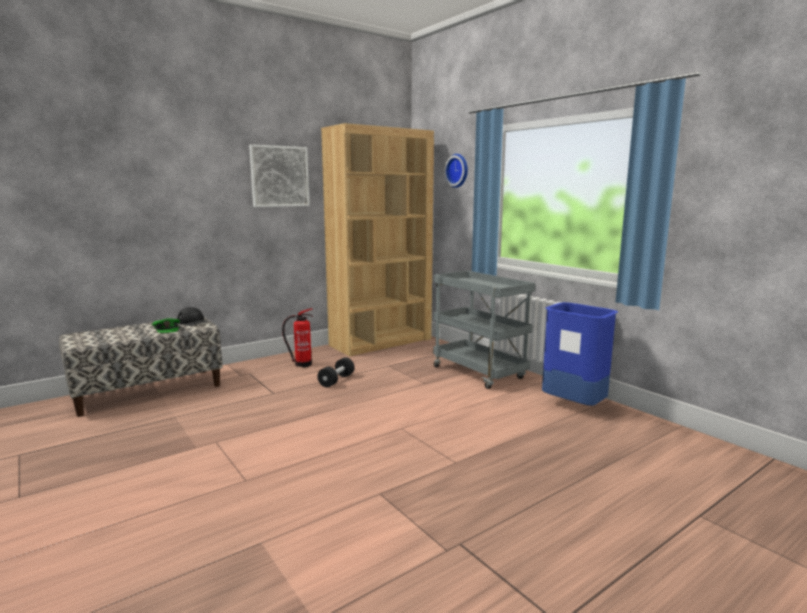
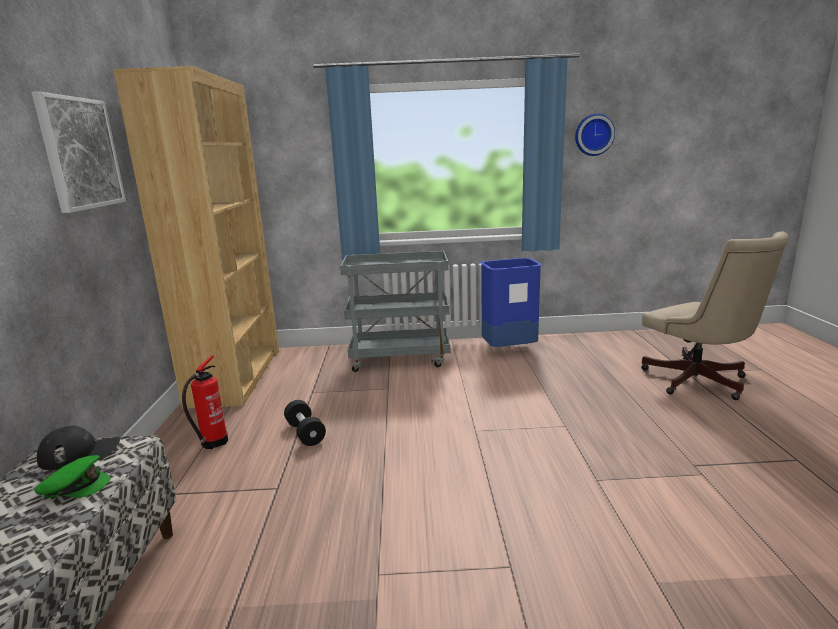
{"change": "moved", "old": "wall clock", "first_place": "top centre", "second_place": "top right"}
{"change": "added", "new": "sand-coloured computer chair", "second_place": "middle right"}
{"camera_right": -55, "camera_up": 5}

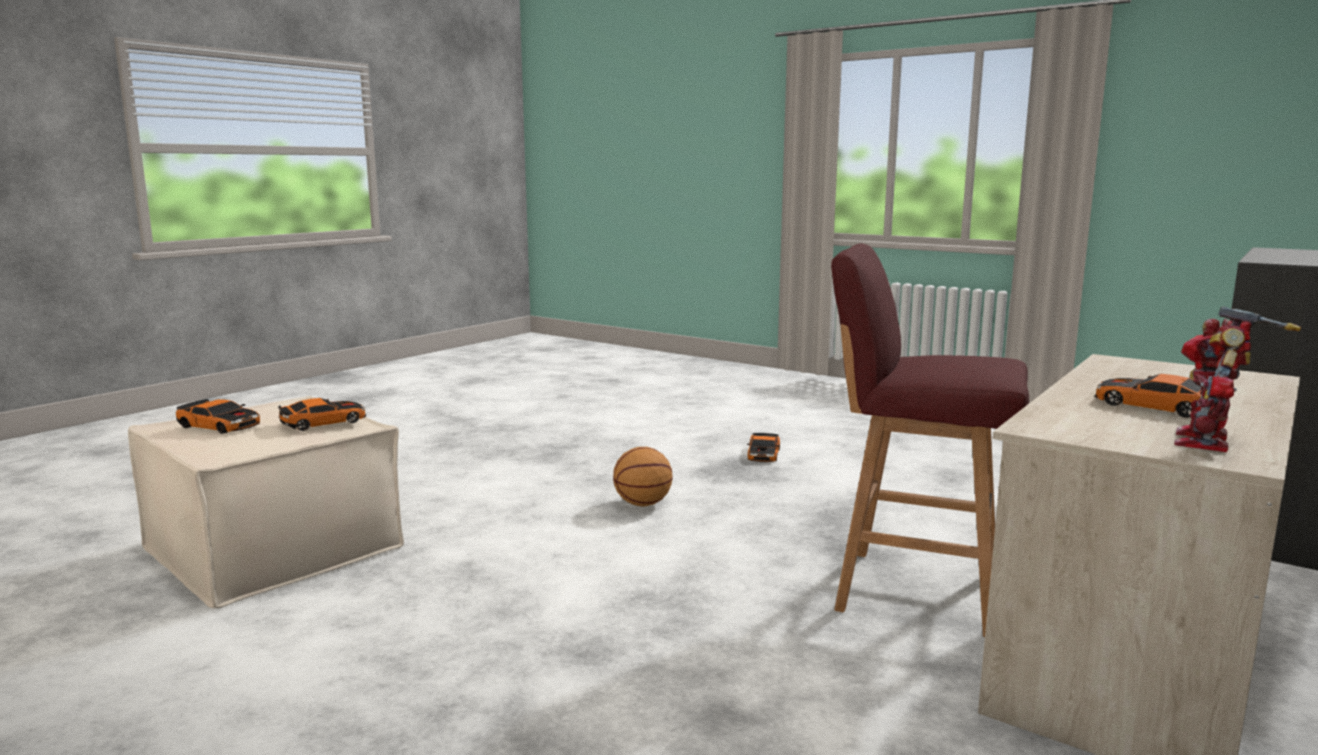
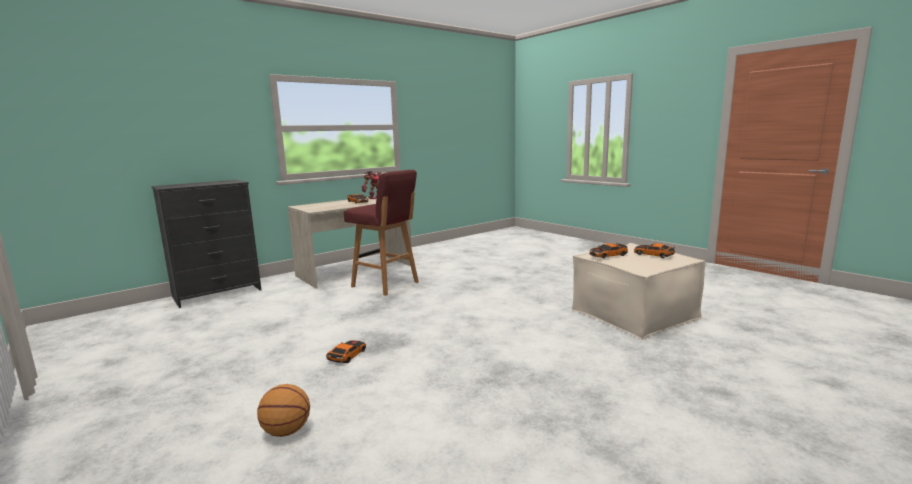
{"change": "moved", "old": "basketball", "first_place": "centre", "second_place": "bottom left"}
{"camera_right": -165, "camera_up": 0}

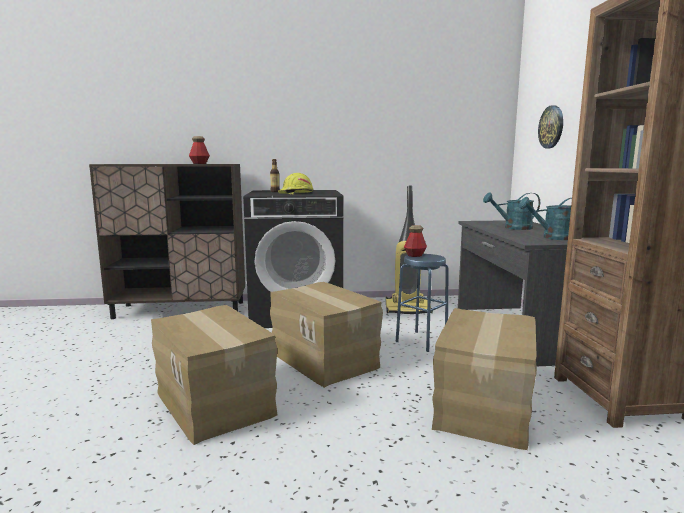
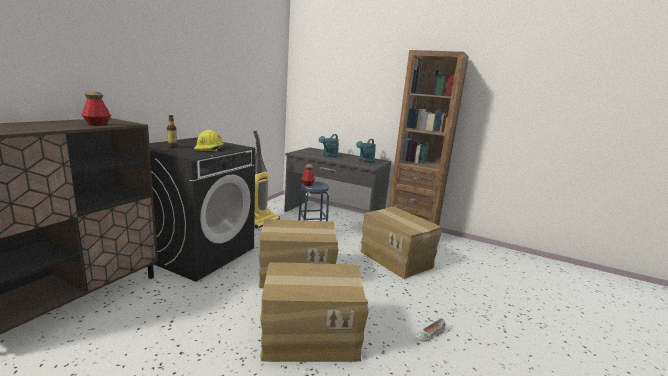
{"change": "removed", "old": "wall clock", "first_place": "top right"}
{"change": "added", "new": "white-coloured low shoe", "second_place": "bottom centre"}
{"camera_right": -60, "camera_up": 5}

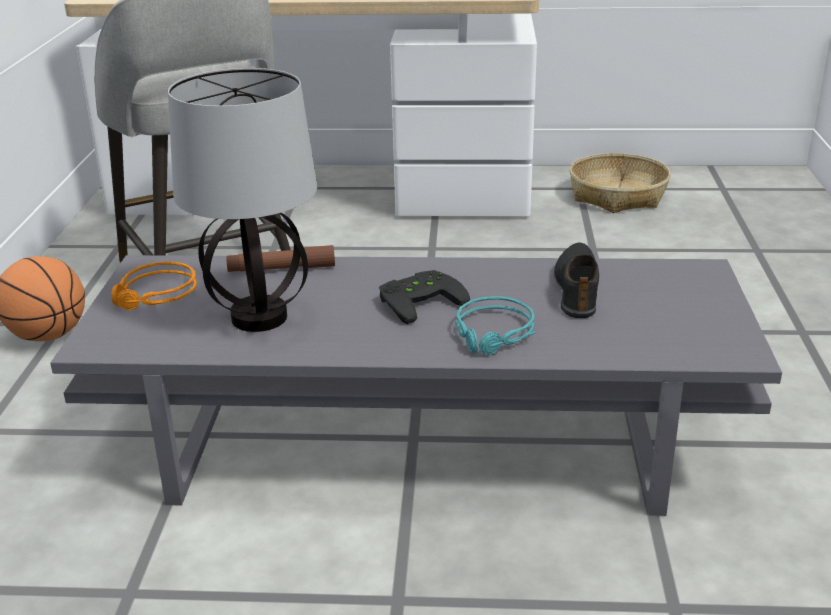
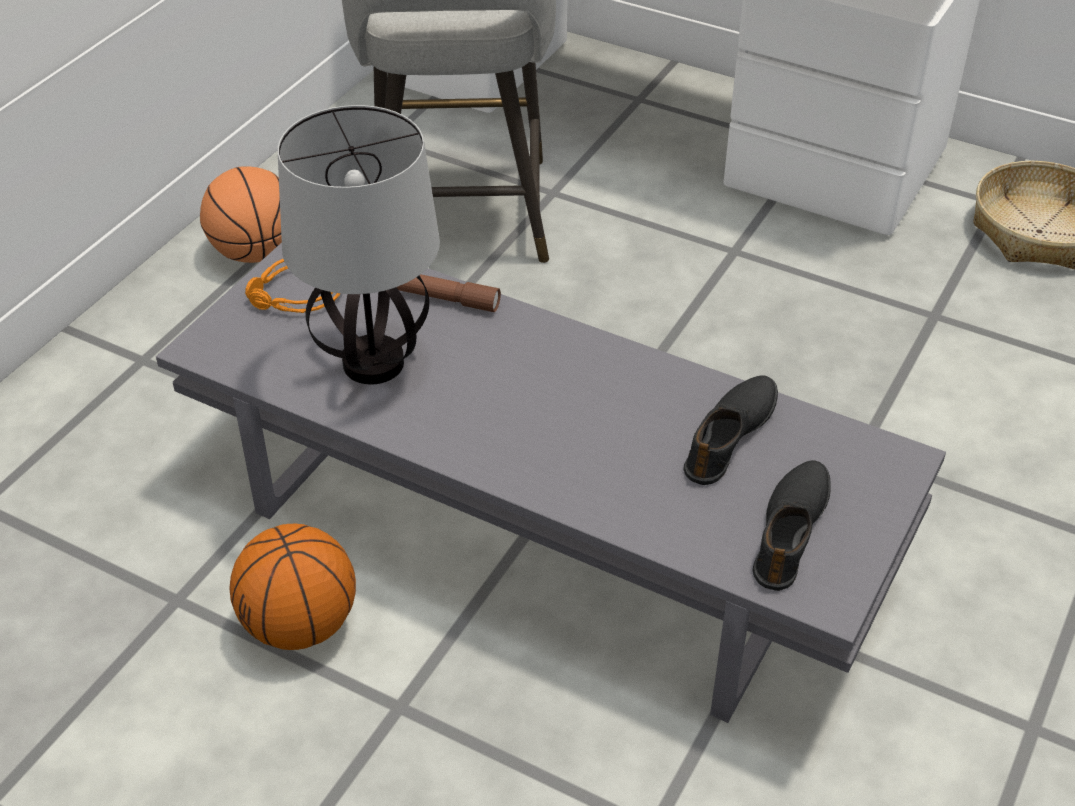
{"change": "removed", "old": "black joypad", "first_place": "centre"}
{"change": "removed", "old": "turquoise pair of headphones", "first_place": "centre"}
{"change": "added", "new": "basketball (2nd from left)", "second_place": "bottom left"}
{"change": "added", "new": "black low shoe (2nd from left)", "second_place": "middle right"}
{"camera_right": 25, "camera_up": 15}

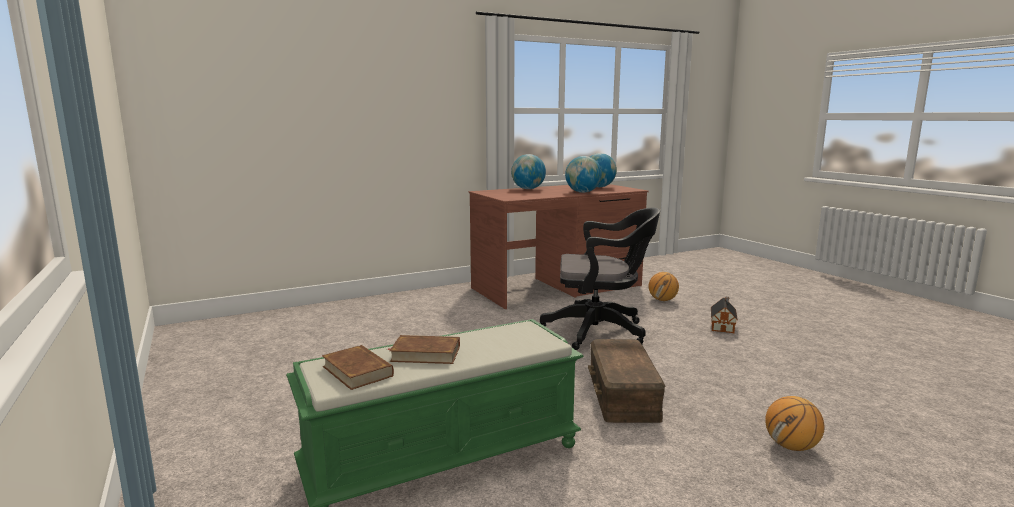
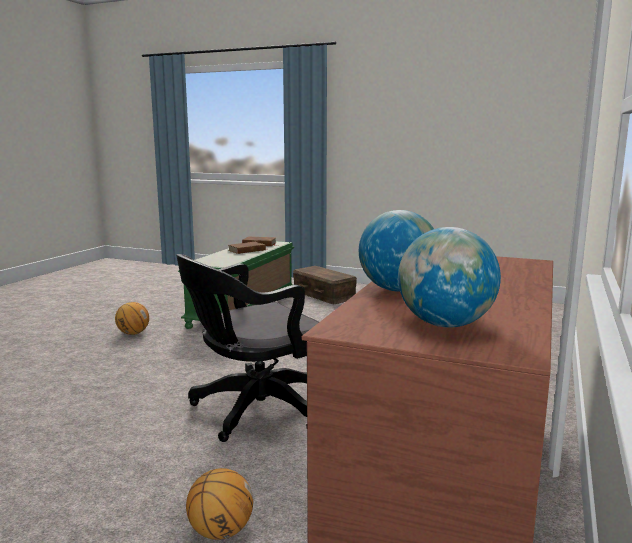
{"change": "removed", "old": "desk globe (1st from left)", "first_place": "centre"}
{"change": "moved", "old": "brown-coloured storage container", "first_place": "bottom centre", "second_place": "centre"}
{"change": "removed", "old": "miniature house", "first_place": "middle right"}
{"change": "moved", "old": "basketball (2nd from left in the first image)", "new": "basketball (1st from left)", "first_place": "bottom right", "second_place": "middle left"}
{"camera_right": 140, "camera_up": 0}

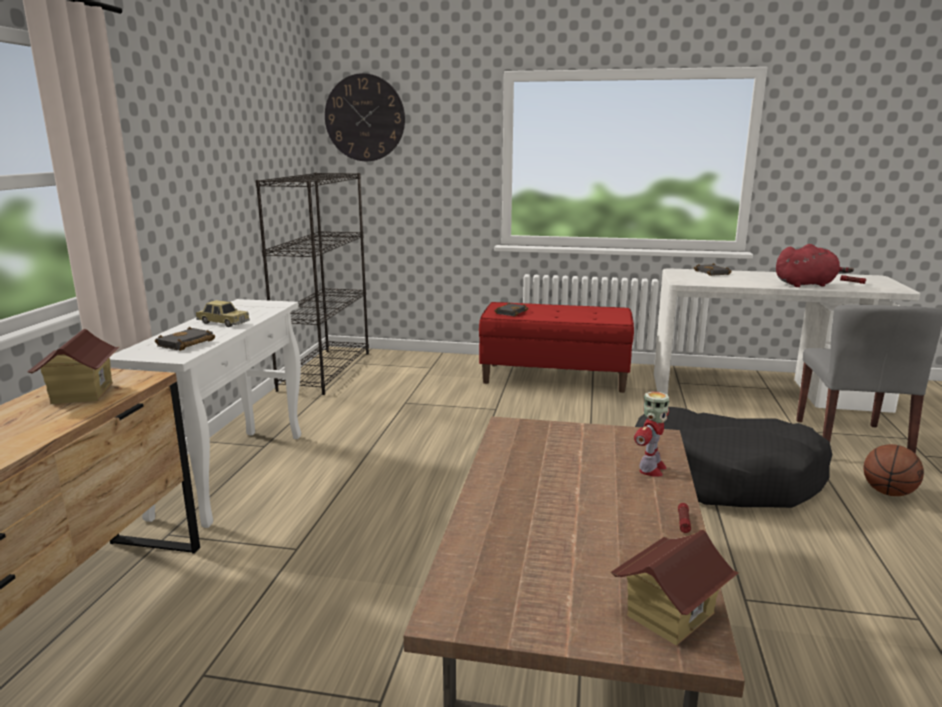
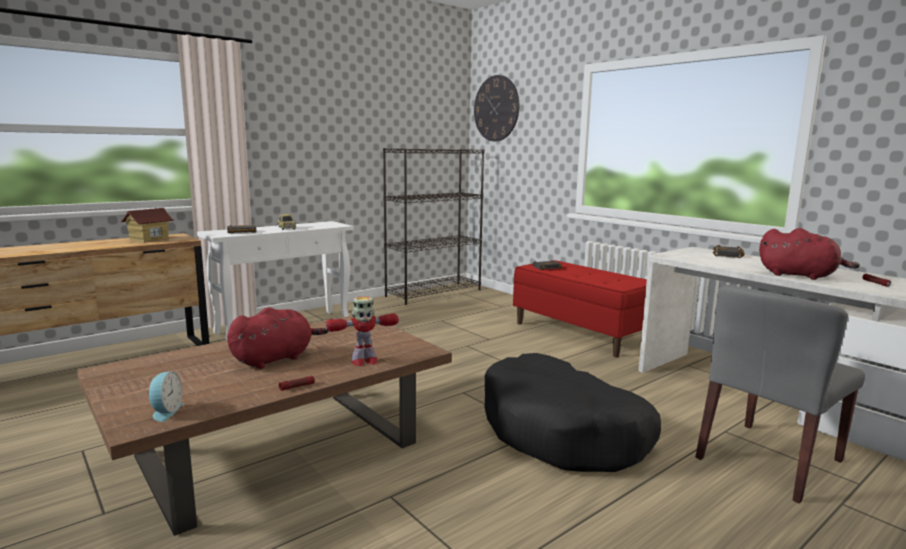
{"change": "replaced", "old": "miniature house (2nd from left)", "new": "bedside clock", "first_place": "bottom right", "second_place": "bottom left"}
{"change": "removed", "old": "basketball", "first_place": "middle right"}
{"change": "added", "new": "red-coloured soft toy (1st from left)", "second_place": "middle left"}
{"camera_right": 40, "camera_up": -5}

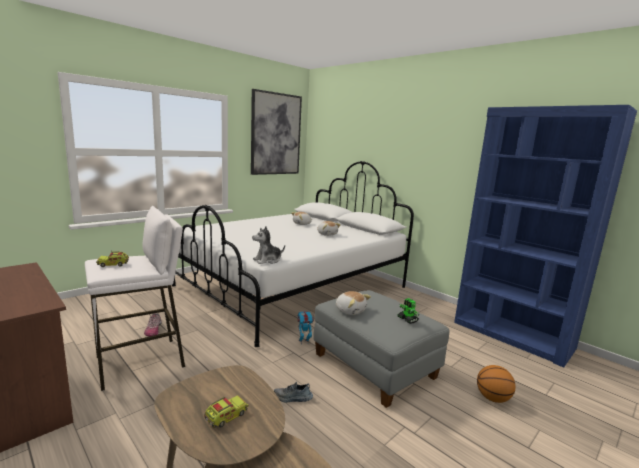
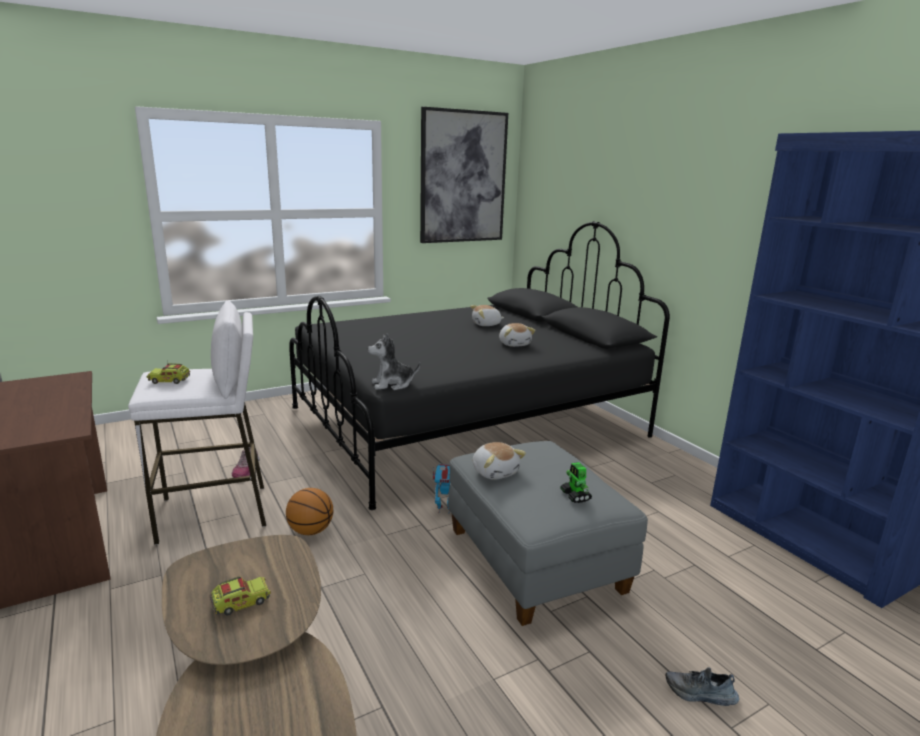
{"change": "recoloured", "old": "white-coloured sleeping bed", "new": "black sleeping bed", "first_place": "centre", "second_place": "centre"}
{"change": "moved", "old": "low shoe (2nd from left)", "first_place": "bottom centre", "second_place": "bottom right"}
{"change": "moved", "old": "basketball", "first_place": "bottom right", "second_place": "bottom centre"}
{"camera_right": 15, "camera_up": 5}

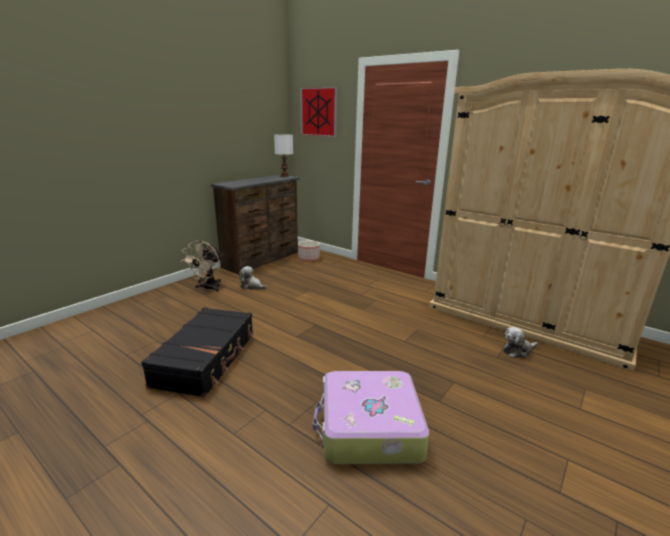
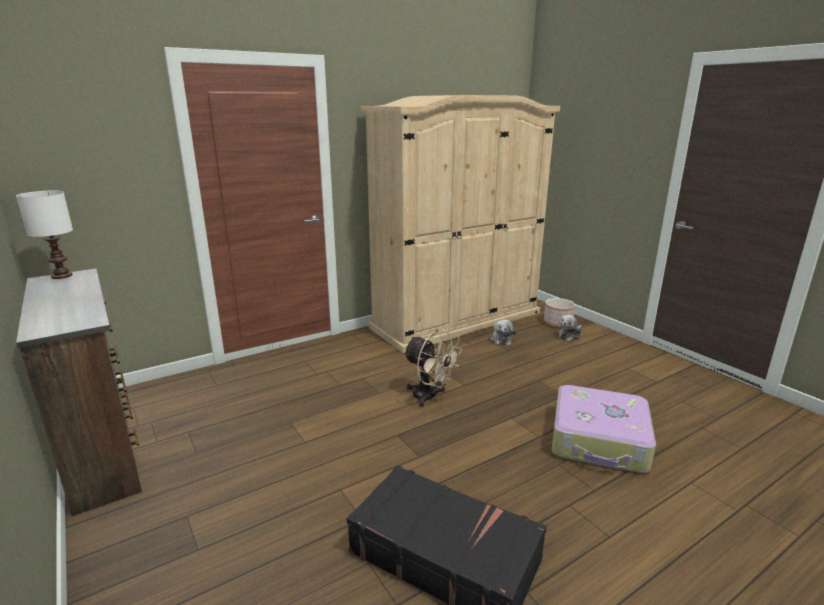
{"change": "moved", "old": "sand-coloured fan", "first_place": "middle left", "second_place": "centre"}
{"change": "moved", "old": "soft toy (1st from left in the first image)", "new": "soft toy (2nd from left)", "first_place": "centre", "second_place": "middle right"}
{"change": "moved", "old": "plant pot", "first_place": "centre", "second_place": "middle right"}
{"change": "removed", "old": "wall art", "first_place": "top centre"}
{"camera_right": -70, "camera_up": 0}

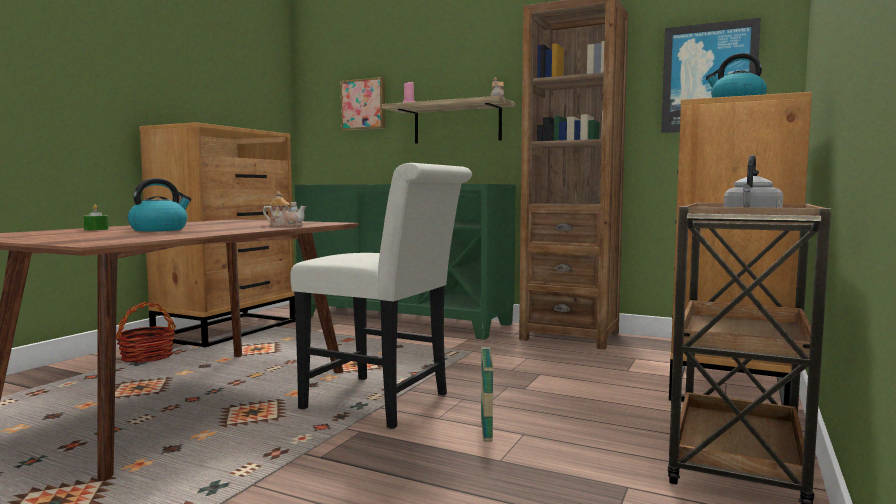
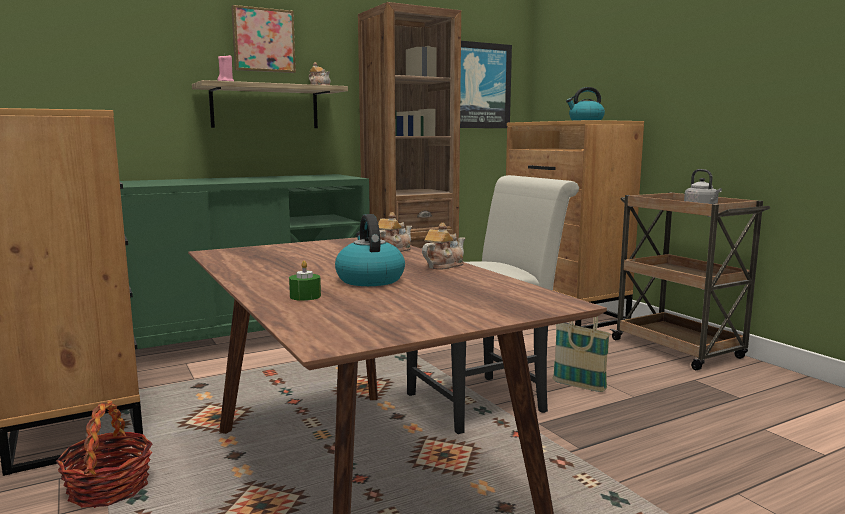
{"change": "moved", "old": "wall art (1st from left)", "first_place": "top centre", "second_place": "top left"}
{"change": "added", "new": "pot for tea (3rd from left)", "second_place": "centre"}
{"camera_right": -55, "camera_up": 5}

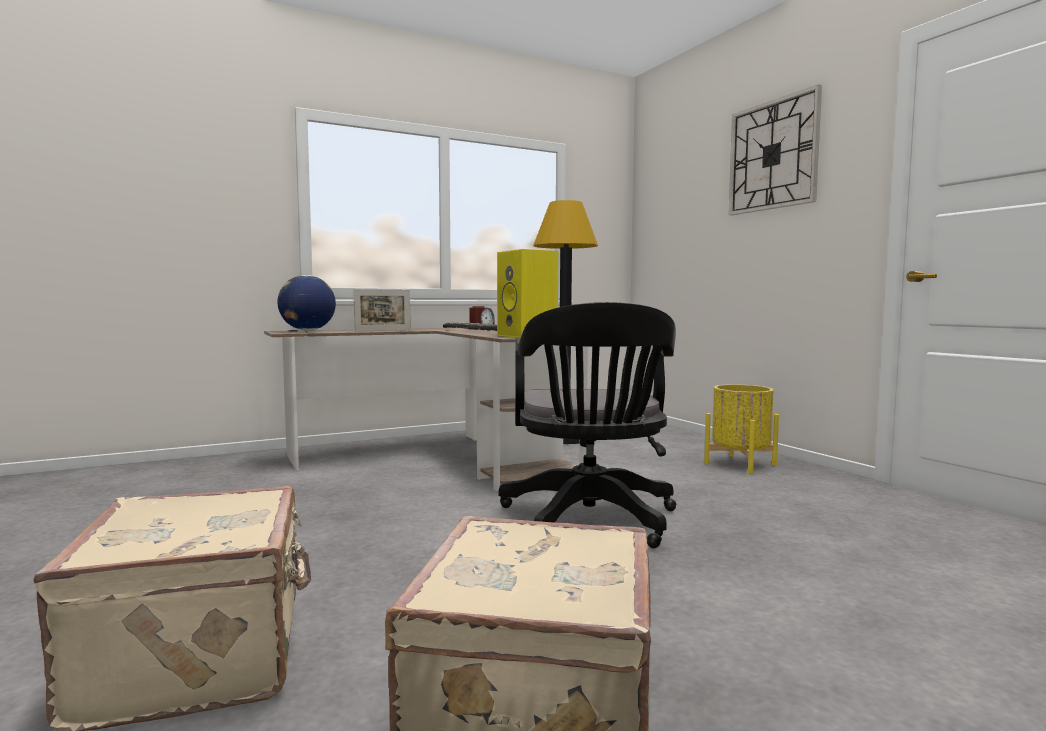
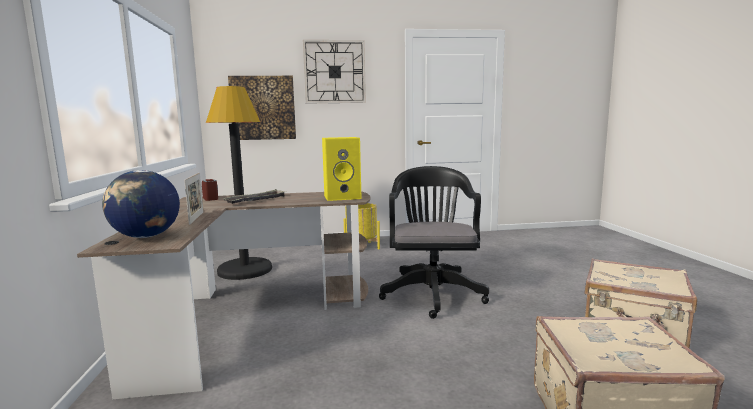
{"change": "turned", "old": "black computer chair", "first_place": "centre", "second_place": "centre", "degrees": -105}
{"change": "added", "new": "wall art", "second_place": "top centre"}
{"camera_right": -70, "camera_up": 5}

